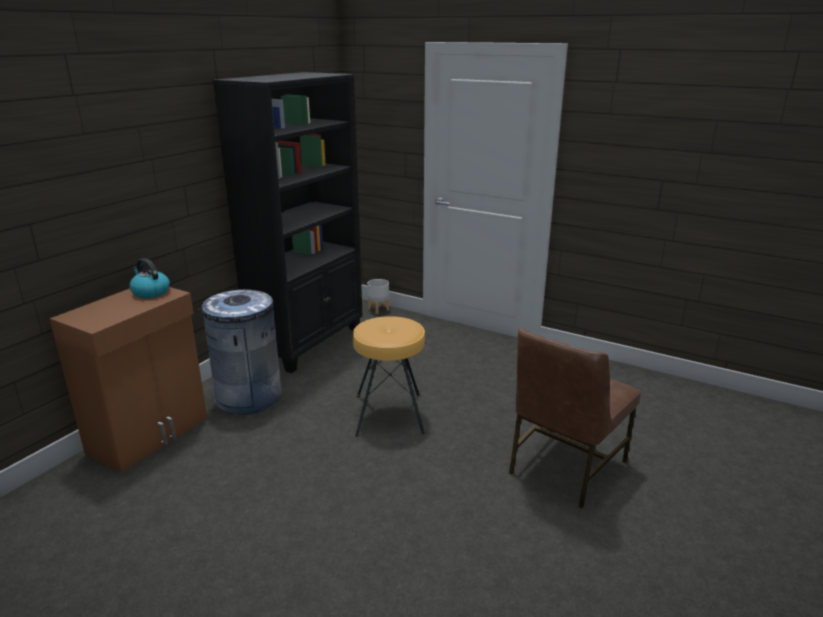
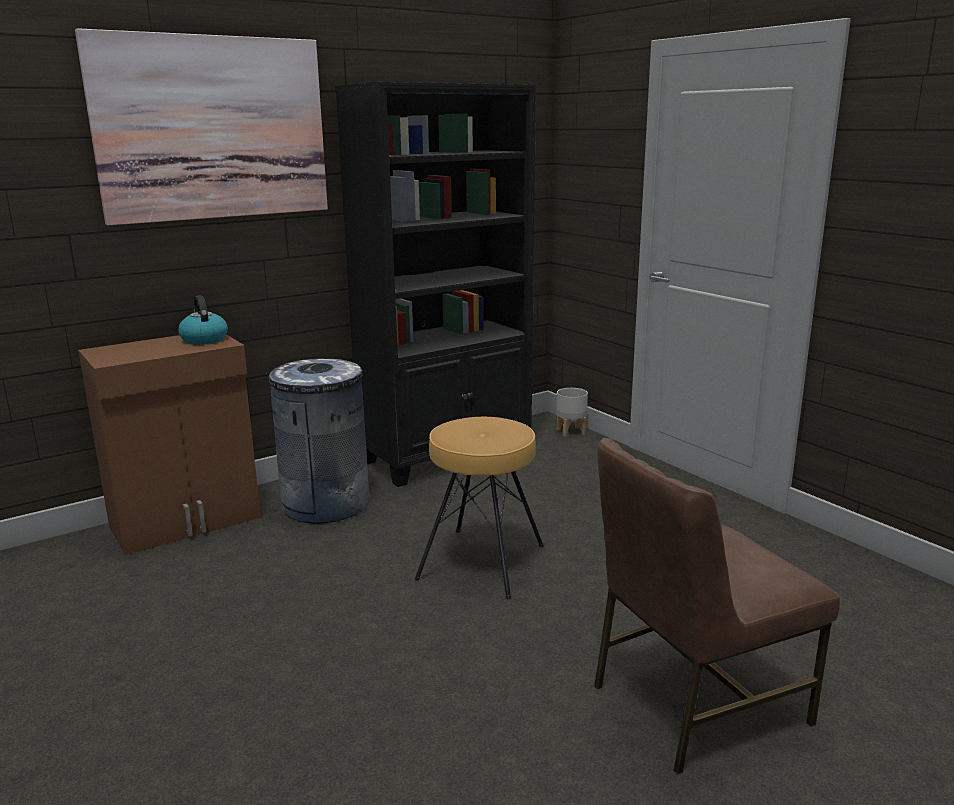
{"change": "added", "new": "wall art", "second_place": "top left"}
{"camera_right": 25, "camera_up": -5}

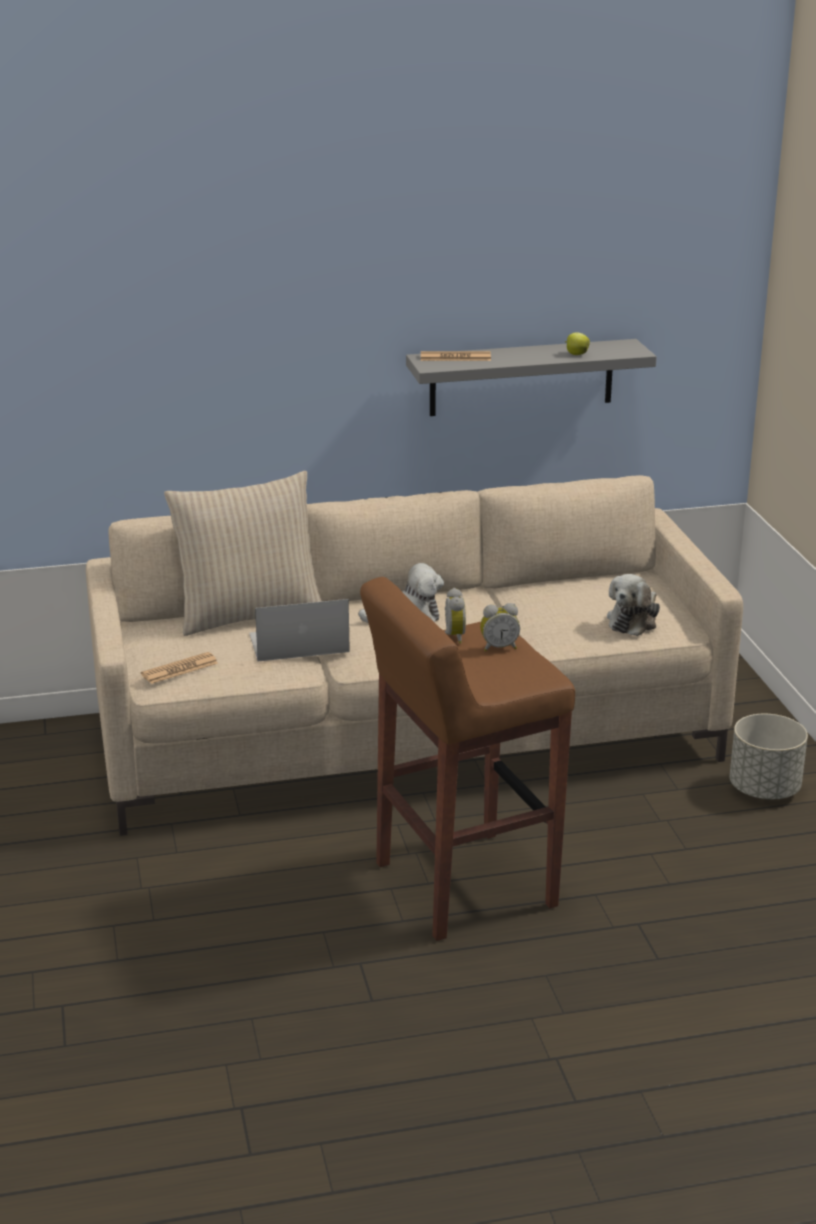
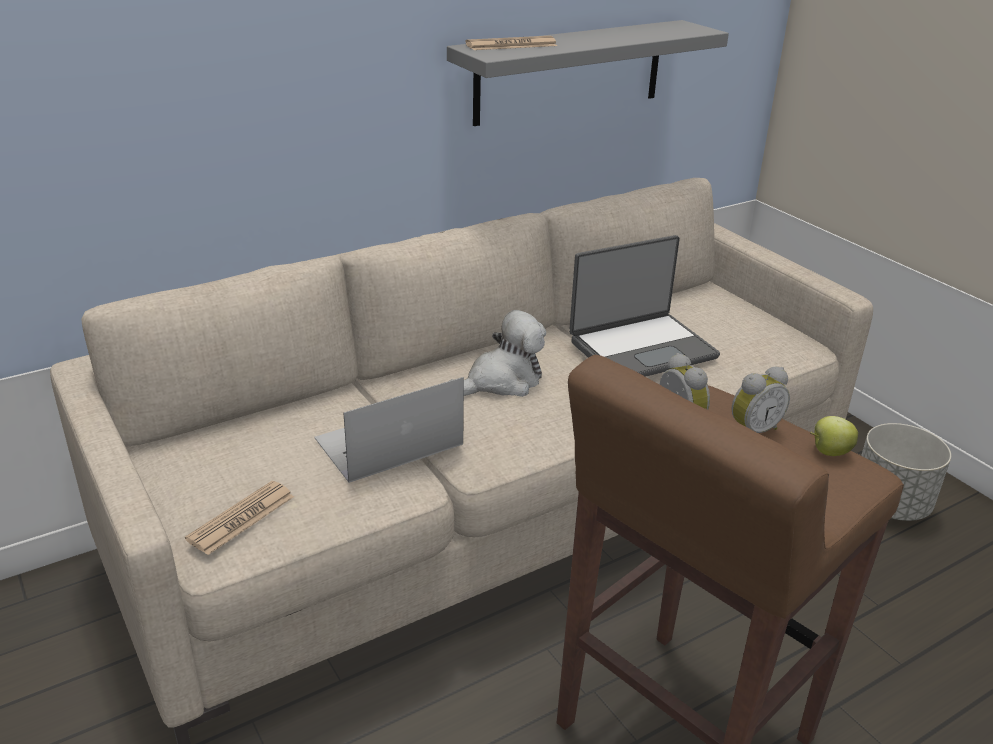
{"change": "removed", "old": "sand-coloured cushion", "first_place": "middle left"}
{"change": "moved", "old": "apple fruit", "first_place": "top right", "second_place": "middle right"}
{"change": "removed", "old": "soft toy (2nd from left)", "first_place": "middle right"}
{"change": "added", "new": "notebook computer (2nd from left)", "second_place": "centre"}
{"camera_right": -20, "camera_up": 5}

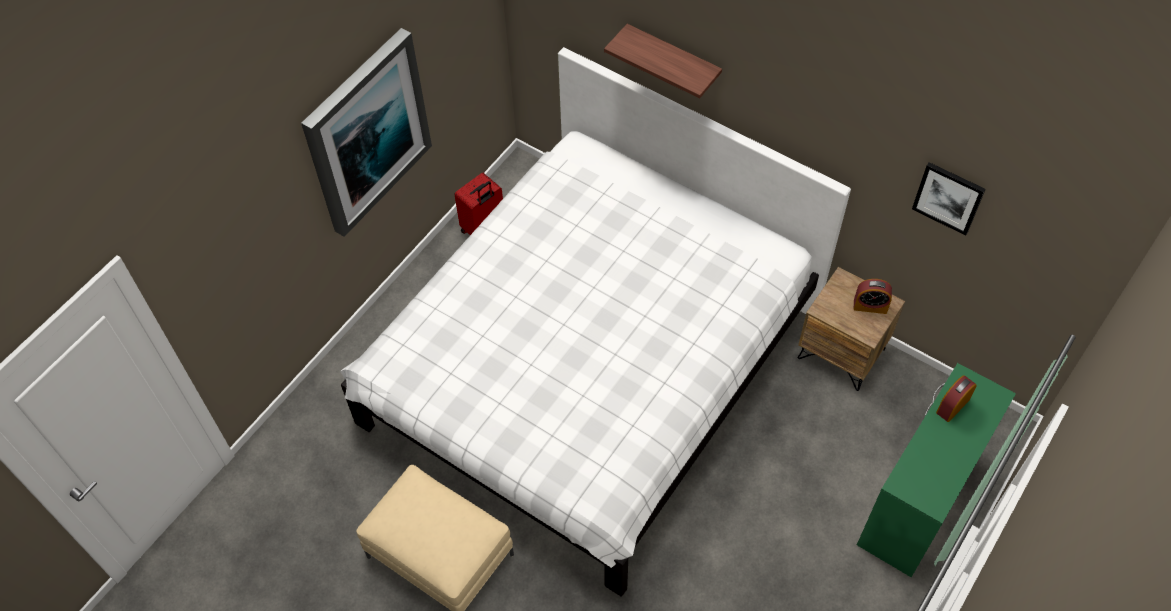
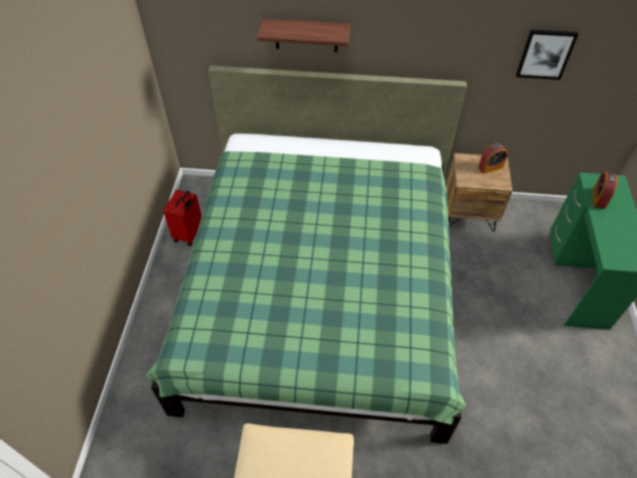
{"change": "removed", "old": "wall art (1st from left)", "first_place": "top left"}
{"change": "recoloured", "old": "white-coloured sleeping bed", "new": "greenish sleeping bed", "first_place": "centre", "second_place": "centre"}
{"camera_right": -30, "camera_up": -5}

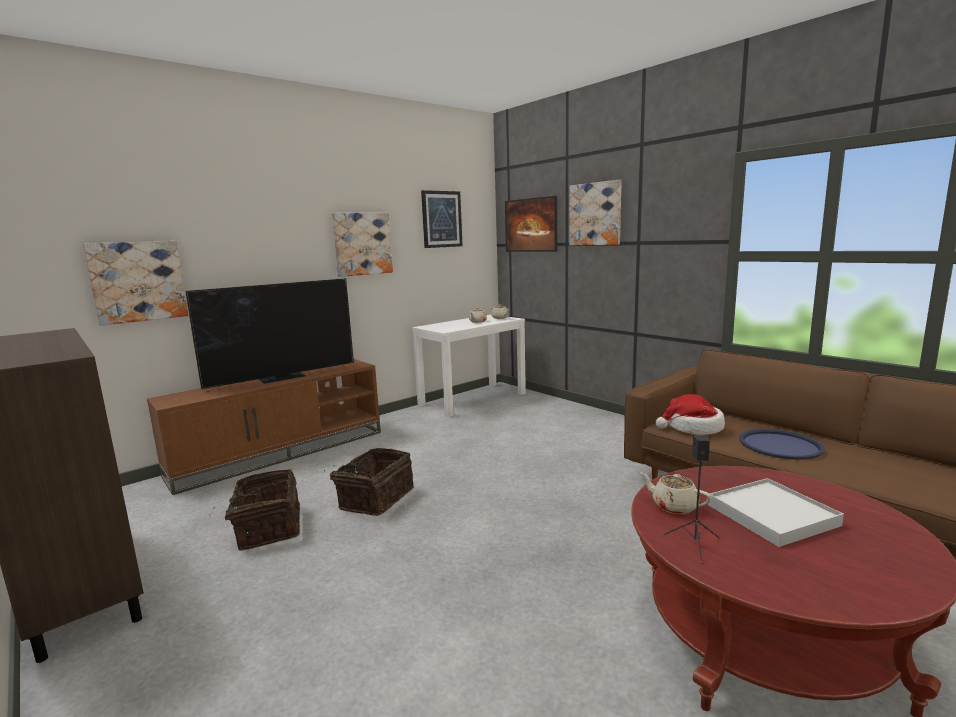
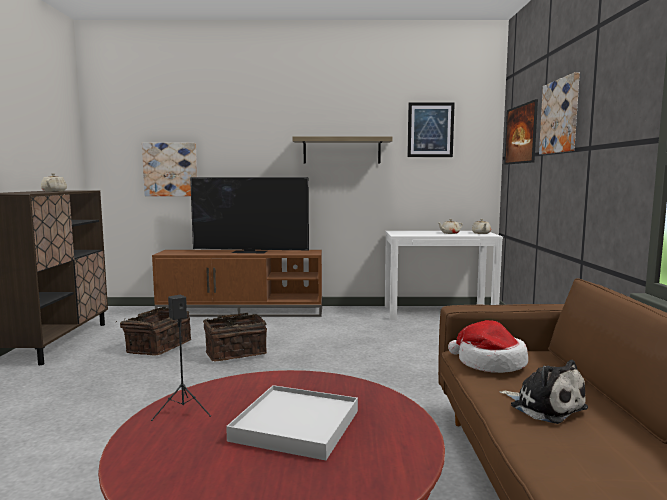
{"change": "replaced", "old": "wall art (2nd from left)", "new": "shelf", "first_place": "centre", "second_place": "top centre"}
{"change": "moved", "old": "sand-coloured pot for tea (3rd from left in the first image)", "new": "sand-coloured pot for tea (1st from left)", "first_place": "bottom right", "second_place": "middle left"}
{"change": "replaced", "old": "bluish tray", "new": "soft toy", "first_place": "middle right", "second_place": "bottom right"}
{"camera_right": 40, "camera_up": -5}

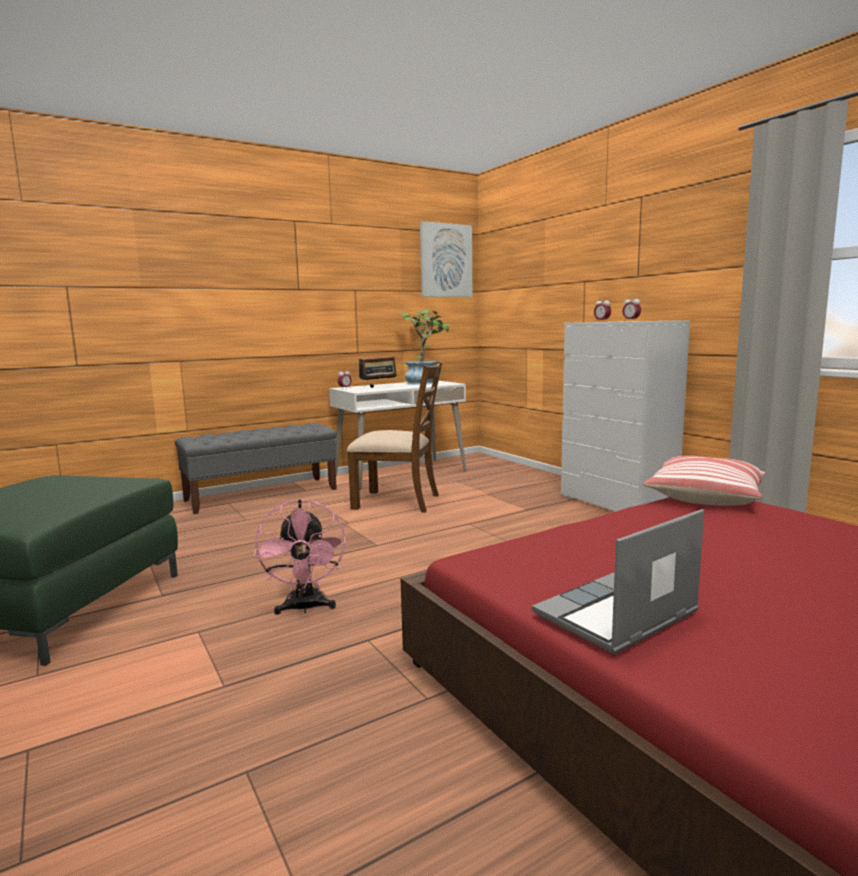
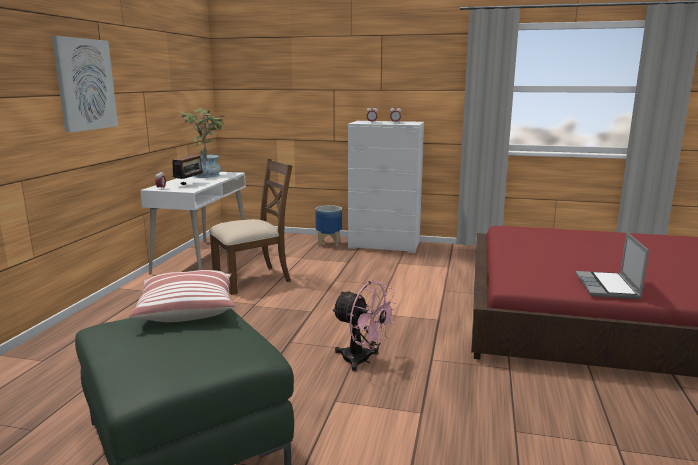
{"change": "removed", "old": "grey bench", "first_place": "middle left"}
{"change": "moved", "old": "wall art", "first_place": "top centre", "second_place": "top left"}
{"change": "moved", "old": "cushion", "first_place": "middle right", "second_place": "middle left"}
{"change": "added", "new": "plant pot", "second_place": "centre"}
{"camera_right": -45, "camera_up": 5}

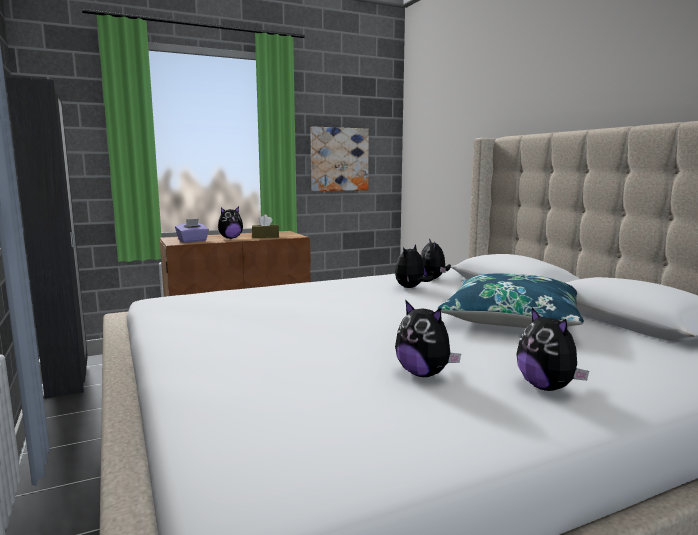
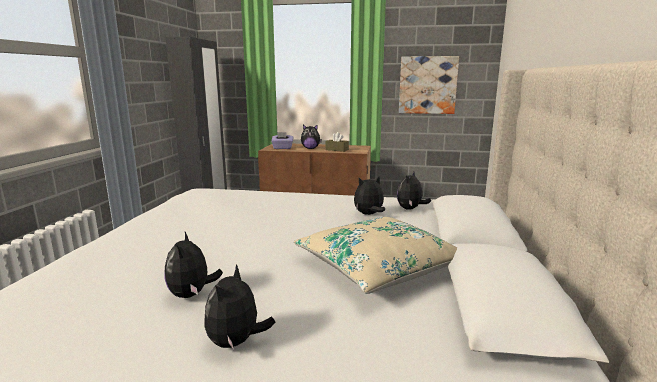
{"change": "recoloured", "old": "bluish cushion", "new": "sand-coloured cushion", "first_place": "middle right", "second_place": "bottom centre"}
{"camera_right": 35, "camera_up": 5}

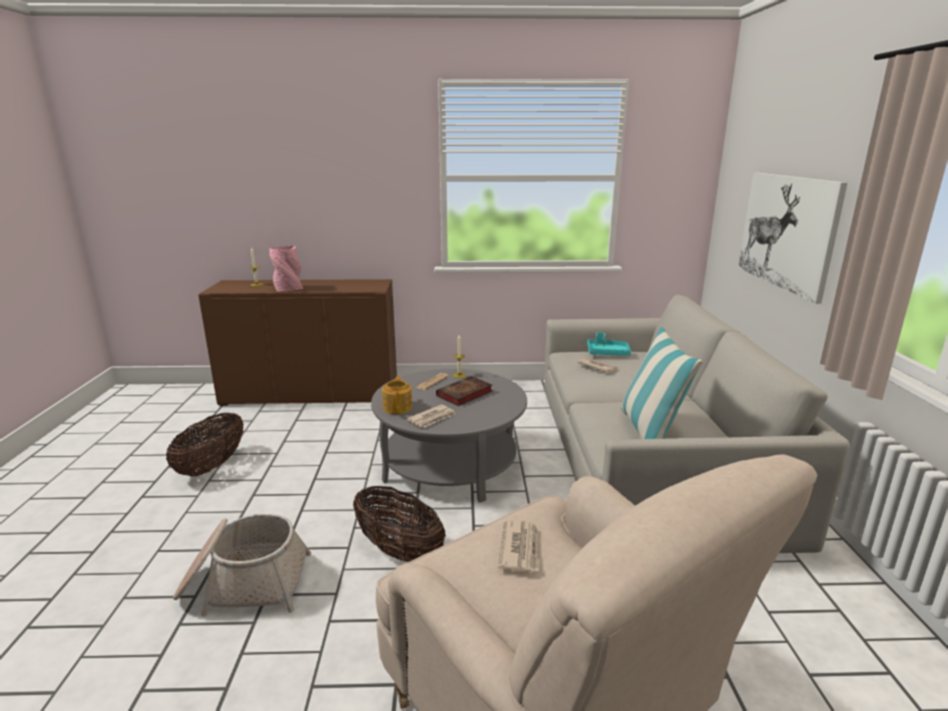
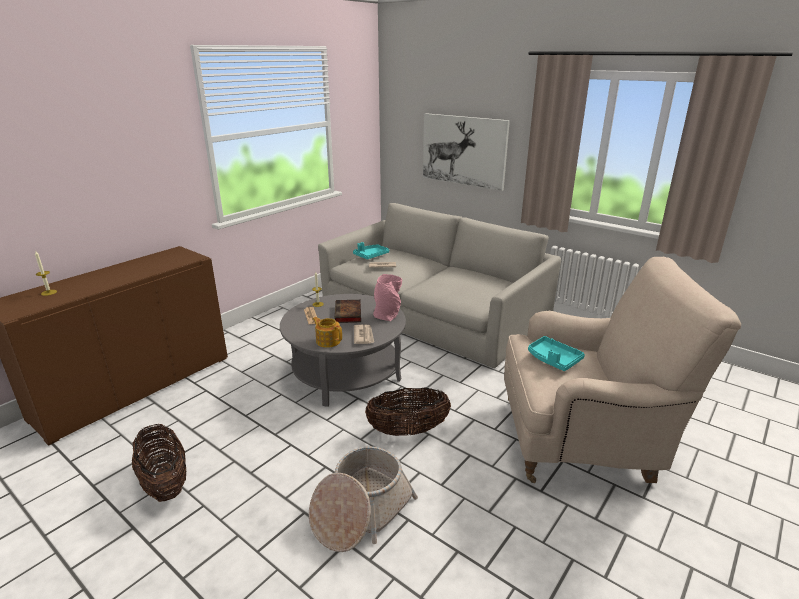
{"change": "moved", "old": "pink flower vase", "first_place": "middle left", "second_place": "centre"}
{"change": "replaced", "old": "daily paper (3rd from left)", "new": "turquoise tray (2nd from left)", "first_place": "bottom centre", "second_place": "middle right"}
{"change": "removed", "old": "cushion", "first_place": "middle right"}
{"camera_right": -50, "camera_up": 5}

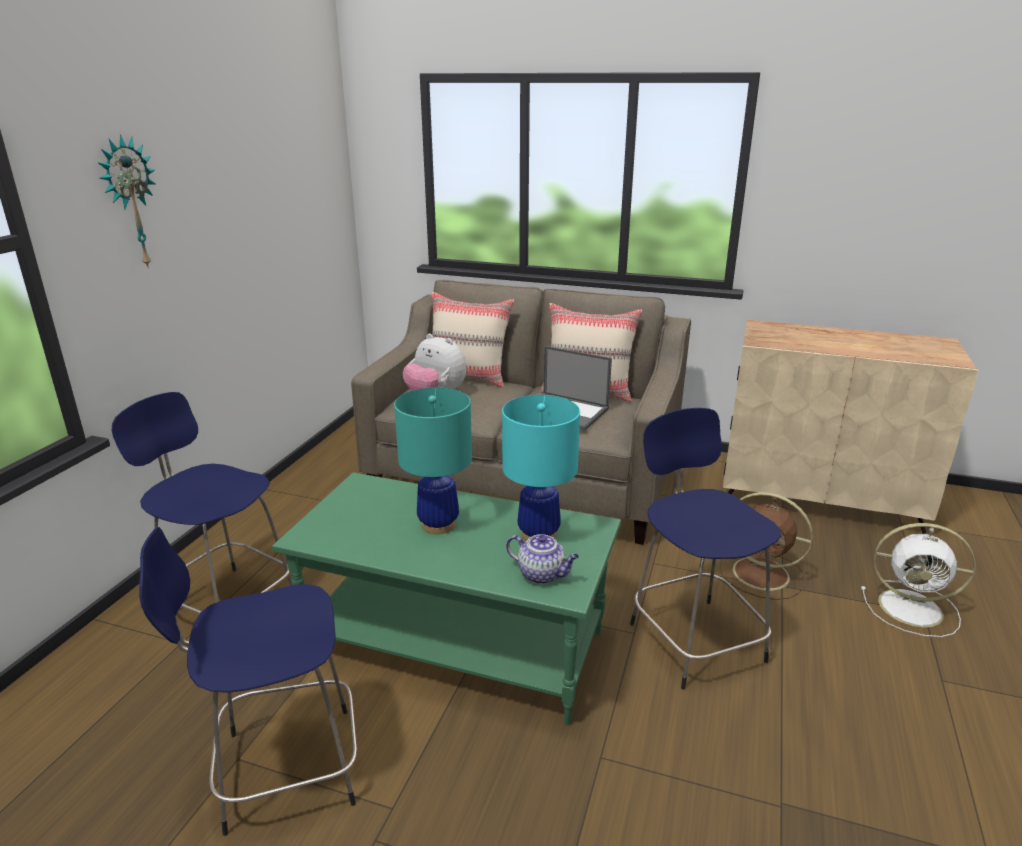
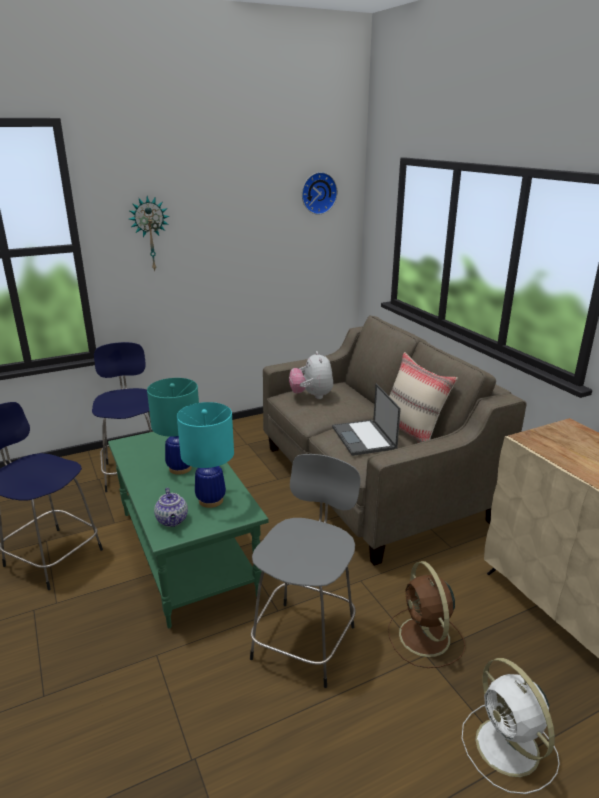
{"change": "removed", "old": "sand-coloured cushion (1st from left)", "first_place": "centre"}
{"change": "recoloured", "old": "bluish sitting stool (3rd from left)", "new": "grey sitting stool", "first_place": "middle right", "second_place": "bottom centre"}
{"change": "added", "new": "wall clock (2nd from left)", "second_place": "top centre"}
{"camera_right": 45, "camera_up": 0}

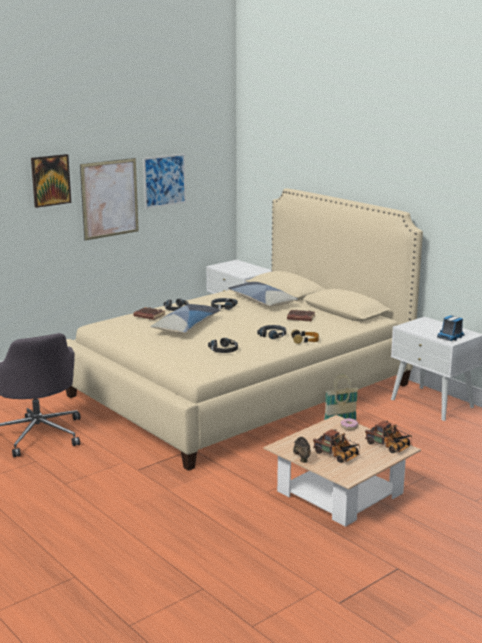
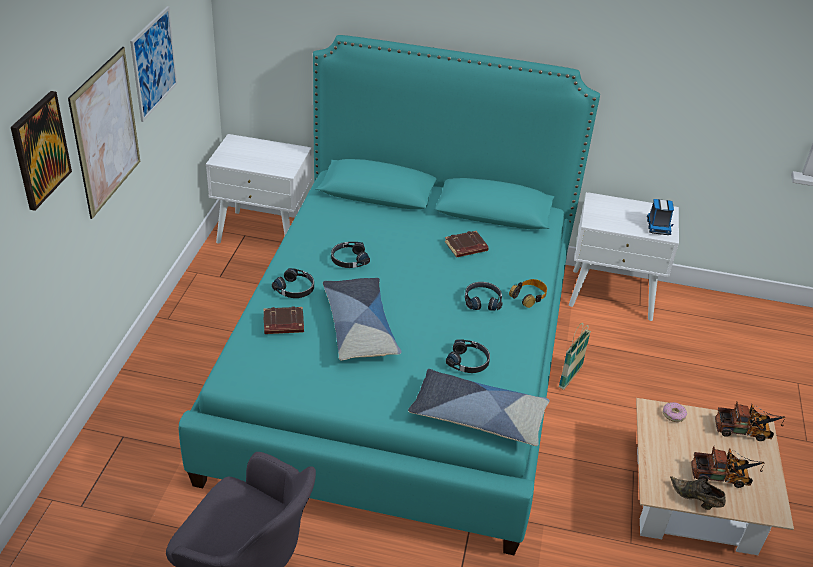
{"change": "recoloured", "old": "sand-coloured sleeping bed", "new": "turquoise sleeping bed", "first_place": "centre", "second_place": "centre"}
{"change": "moved", "old": "cushion (2nd from left)", "first_place": "centre", "second_place": "bottom centre"}
{"camera_right": -40, "camera_up": 20}

